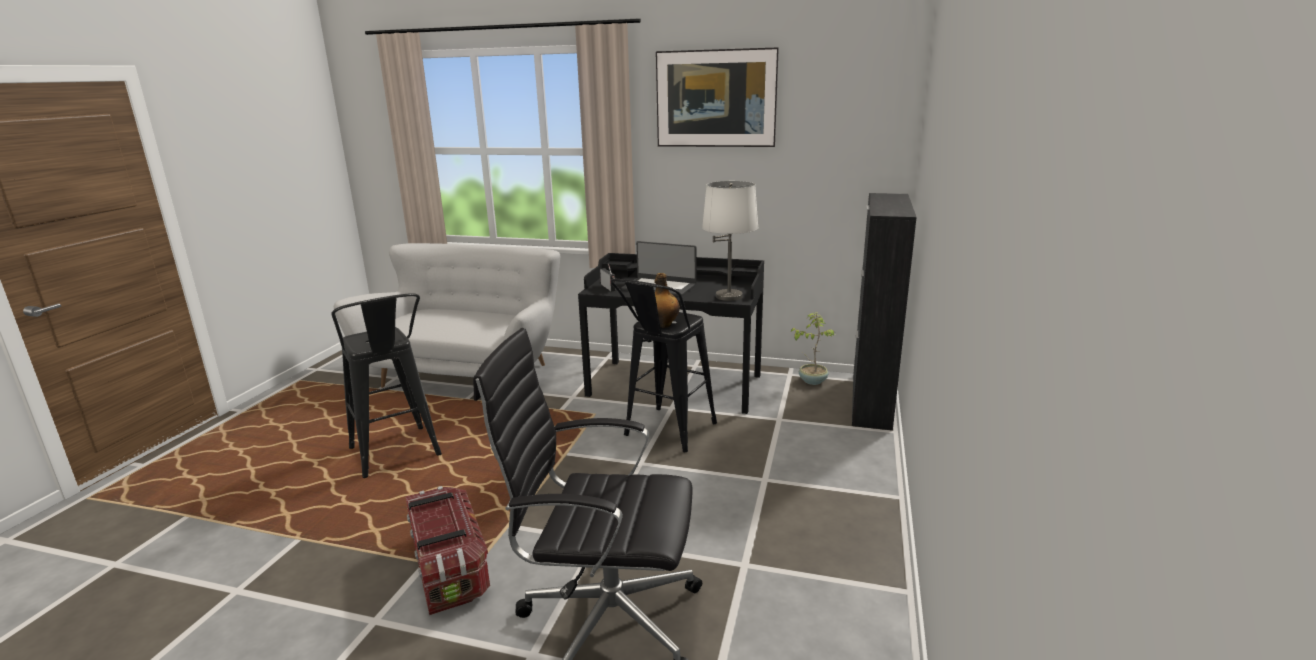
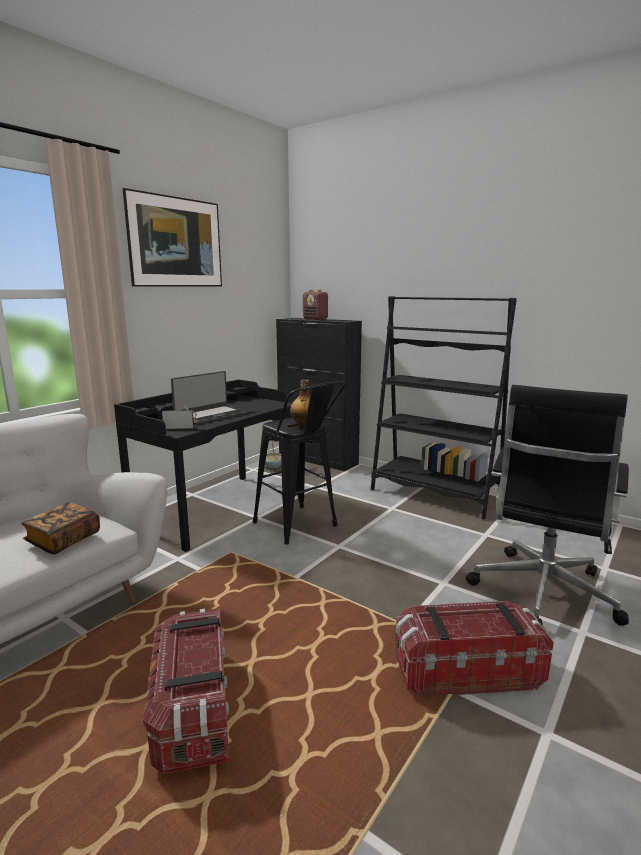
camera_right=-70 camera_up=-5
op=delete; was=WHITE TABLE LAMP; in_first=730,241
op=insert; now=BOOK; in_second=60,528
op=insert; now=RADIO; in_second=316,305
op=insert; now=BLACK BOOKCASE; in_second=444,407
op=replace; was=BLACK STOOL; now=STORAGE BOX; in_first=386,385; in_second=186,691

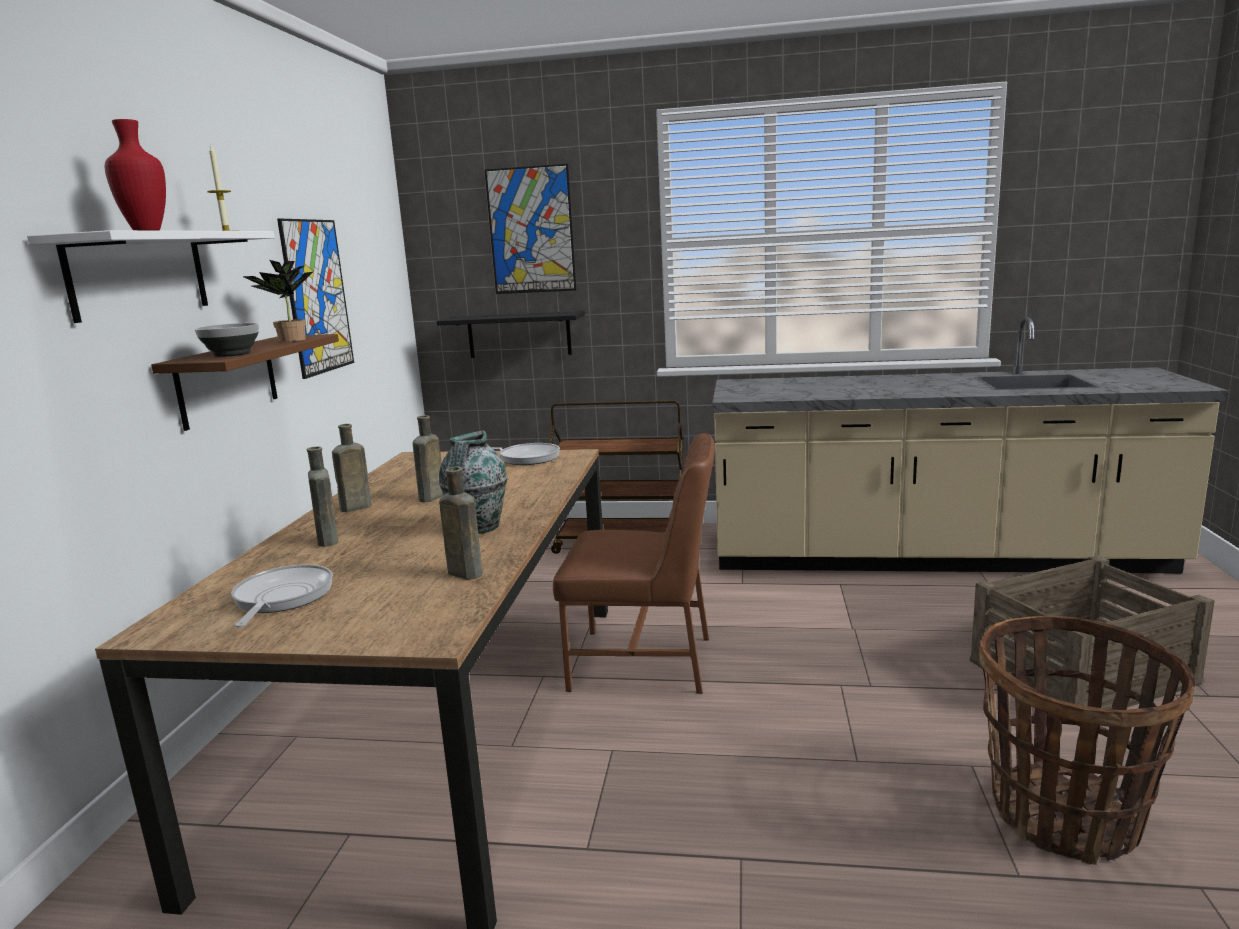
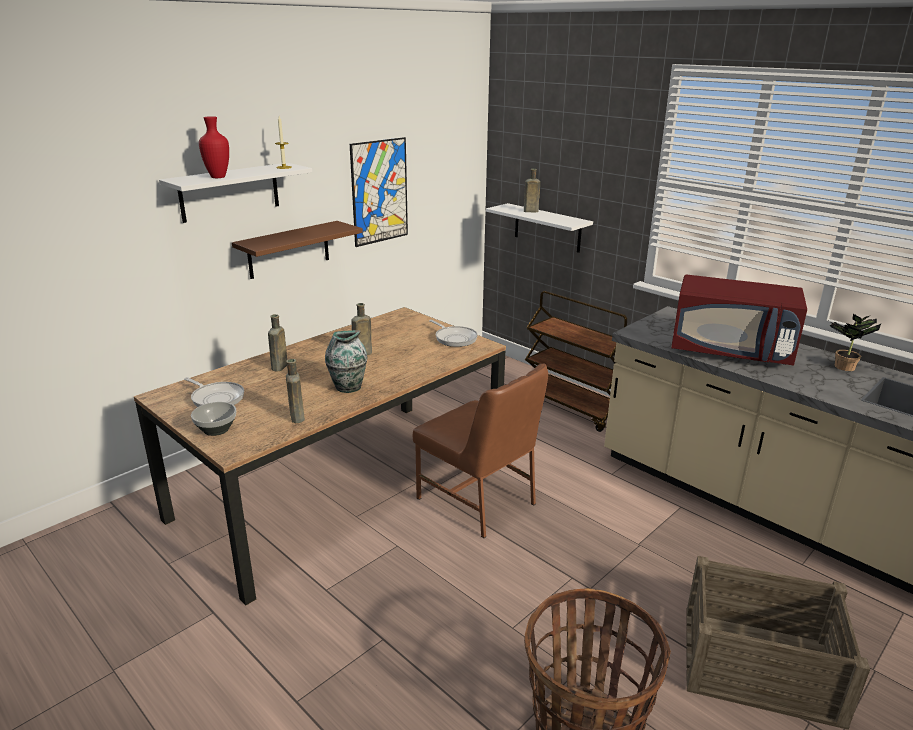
camera_right=35 camera_up=10
op=delete; was=PICTURE; in_first=531,229
op=insert; now=RED MICROWAVE; in_second=739,320
op=move; was=BOWL; in_first=227,340; in_second=213,419
op=move; was=POTTED PLANT; in_first=277,301; in_second=855,342
op=move; was=BROWN BOTTLE; in_first=352,468; in_second=532,190
op=recolor; was=BLACK SHELF; now=WHITE SHELF; in_first=511,334; in_second=539,228
op=rotate; was=FRYING PAN; in_first=282,595; in_second=214,392; clockwise=90

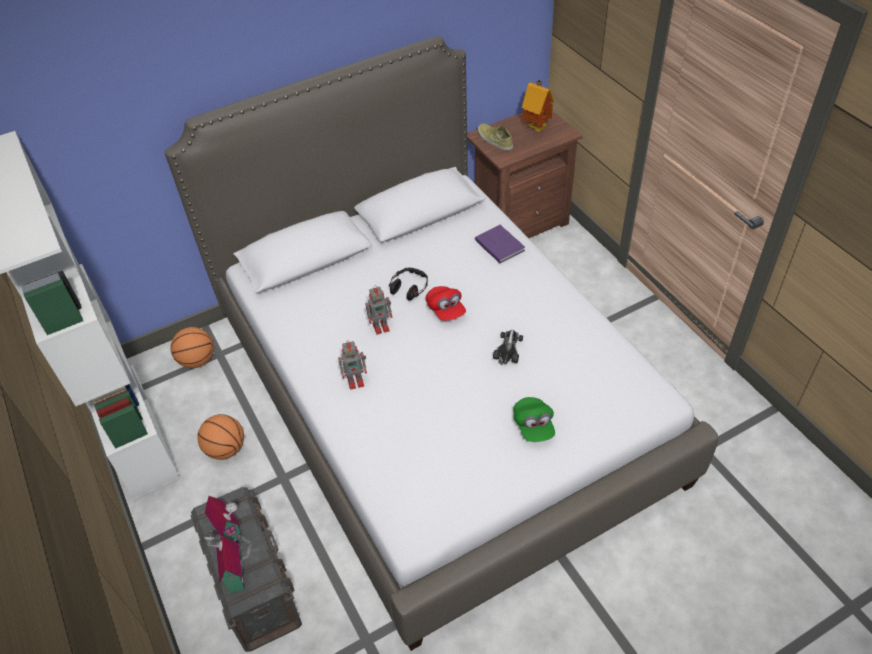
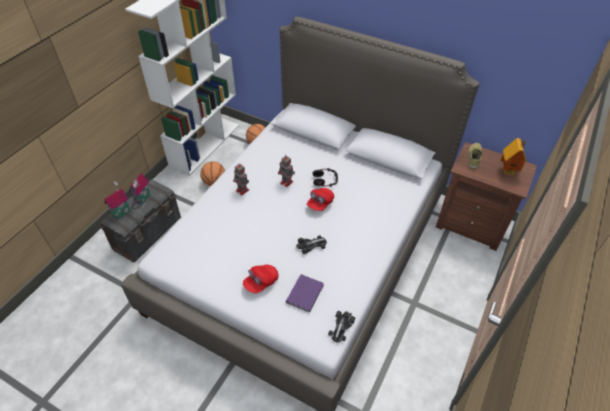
camera_right=55 camera_up=0
op=insert; now=TOY CAR; in_second=341,326
op=move; was=PURPLE BOOK; in_first=500,244; in_second=305,293
op=recolor; was=GREEN CAP; now=RED CAP; in_first=534,419; in_second=261,279

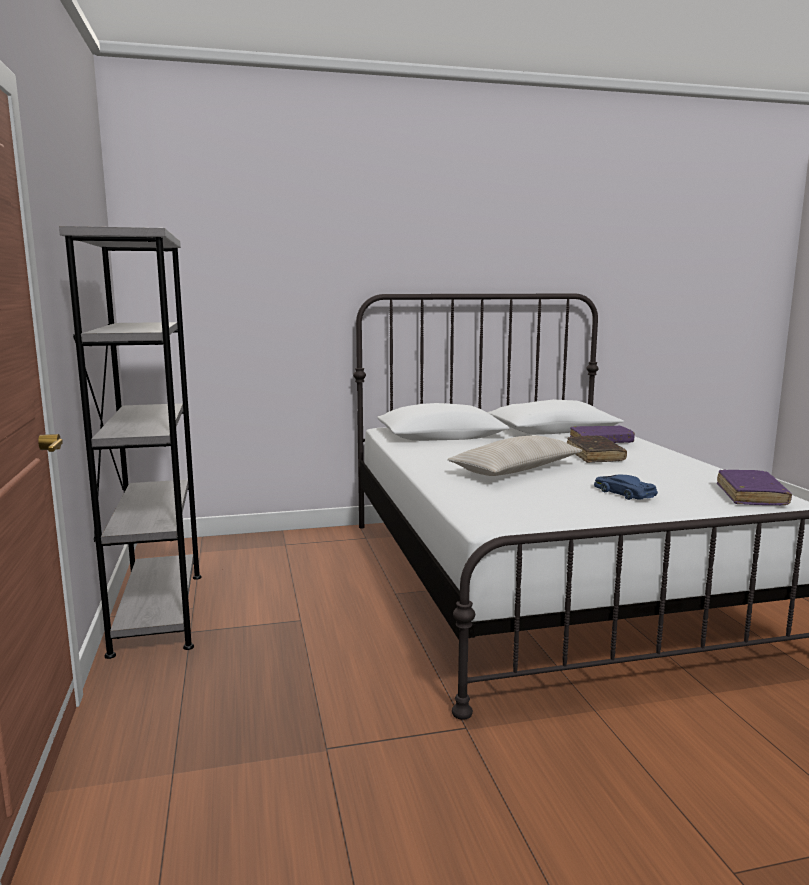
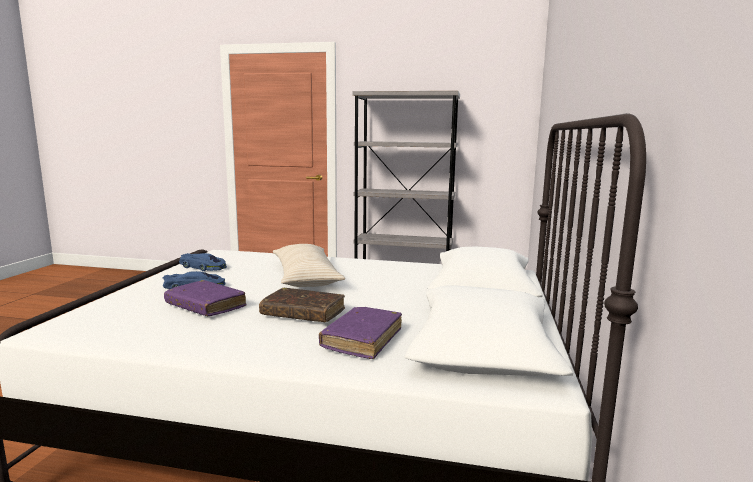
camera_right=115 camera_up=0
op=insert; now=BLUE TOY CAR; in_second=203,262
op=move; was=PURPLE BOOK; in_first=754,487; in_second=205,298

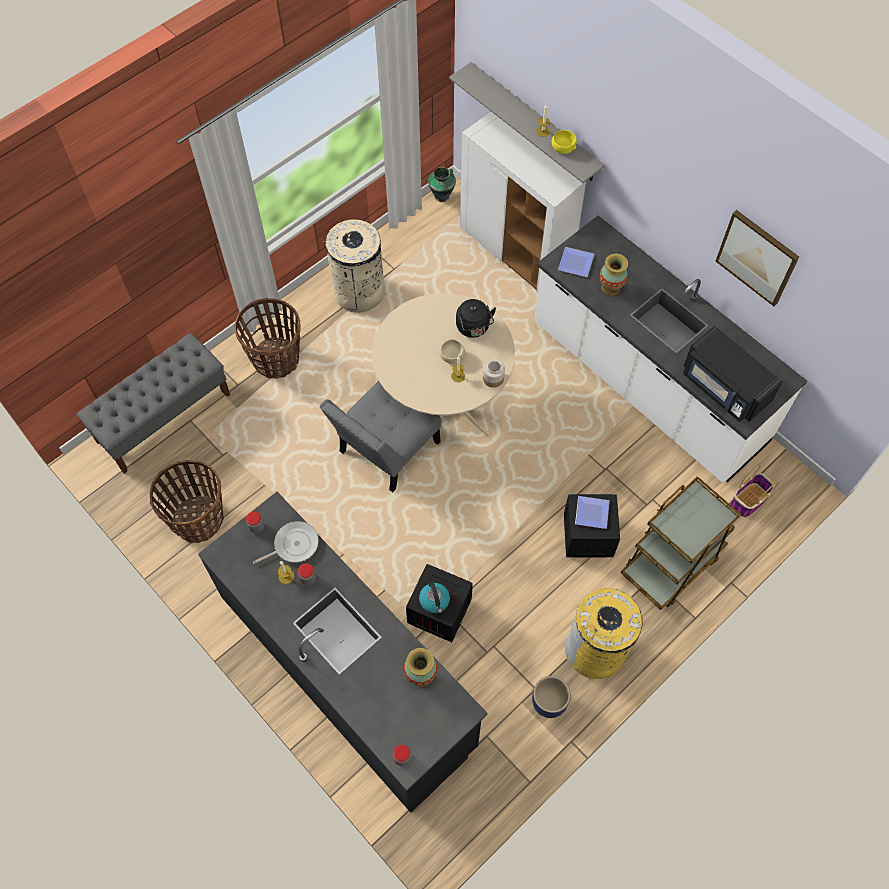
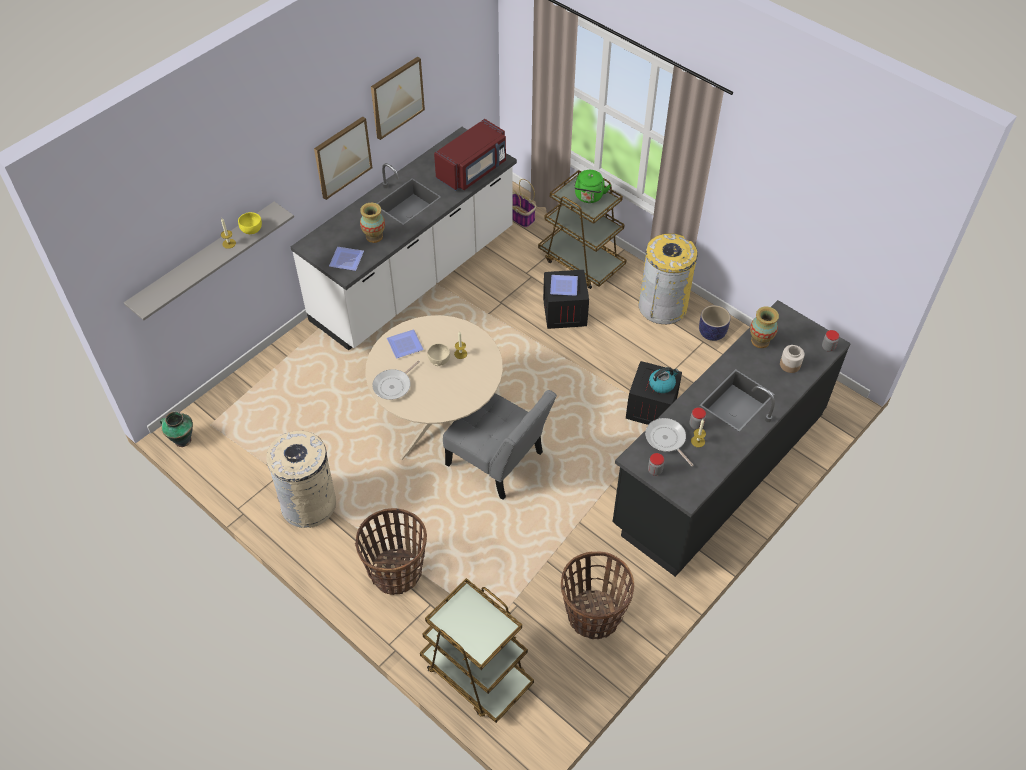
camera_right=-95 camera_up=-10
op=delete; was=WHITE CABINET; in_first=523,202
op=insert; now=PICTURE; in_second=343,158
op=insert; now=FRYING PAN; in_second=396,380
op=insert; now=GREEN KETTLE; in_second=592,186
op=move; was=JAR; in_first=494,373; in_second=792,359
op=replace; was=GREY BENCH; now=BROWN CART; in_first=153,403; in_second=477,650
op=replace; was=BLACK KETTLE; now=PLATE; in_first=476,318; in_second=405,343
op=recolor; was=BLACK MICROWAVE; now=RED MICROWAVE; in_first=732,374; in_second=470,155

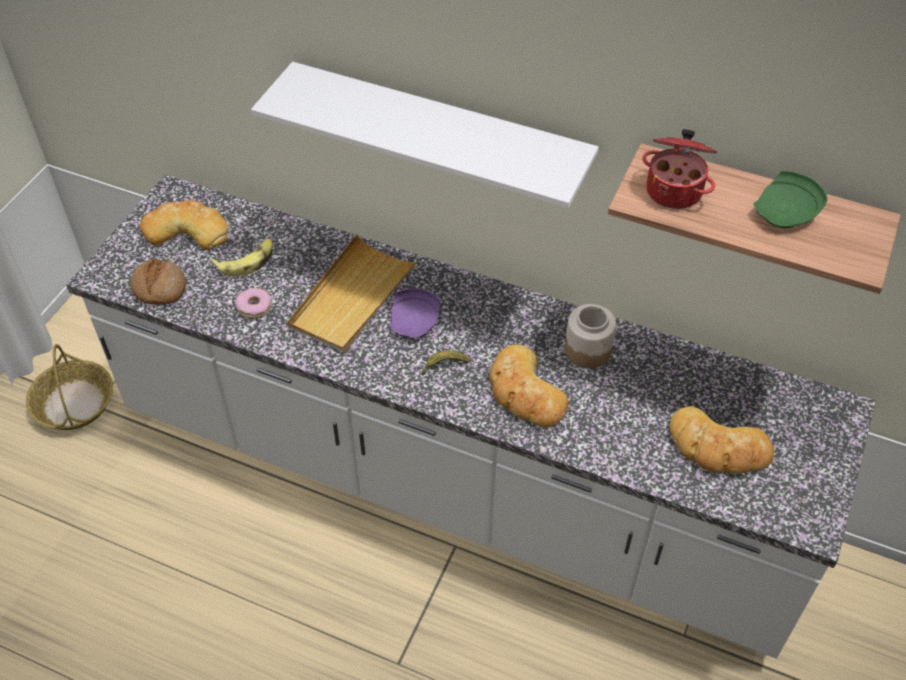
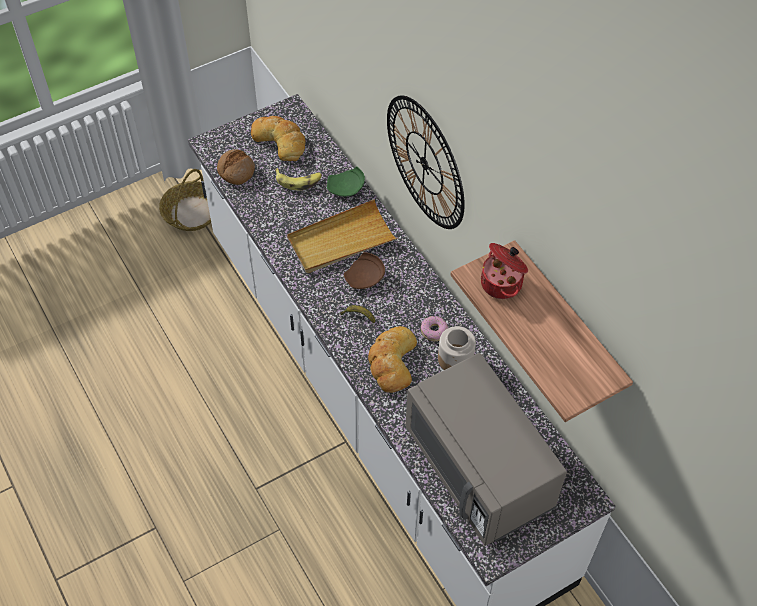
camera_right=35 camera_up=5
op=move; was=DONUT; in_first=253,303; in_second=434,328
op=move; was=GREEN PLATE; in_first=791,199; in_second=346,181
op=replace; was=WHITE SHELF; now=WALL CLOCK; in_first=425,135; in_second=426,162
op=replace; was=BREAD; now=GREY MICROWAVE; in_first=721,440; in_second=486,449
op=recolor; was=PURPLE PLATE; now=BROWN PLATE; in_first=415,313; in_second=364,270

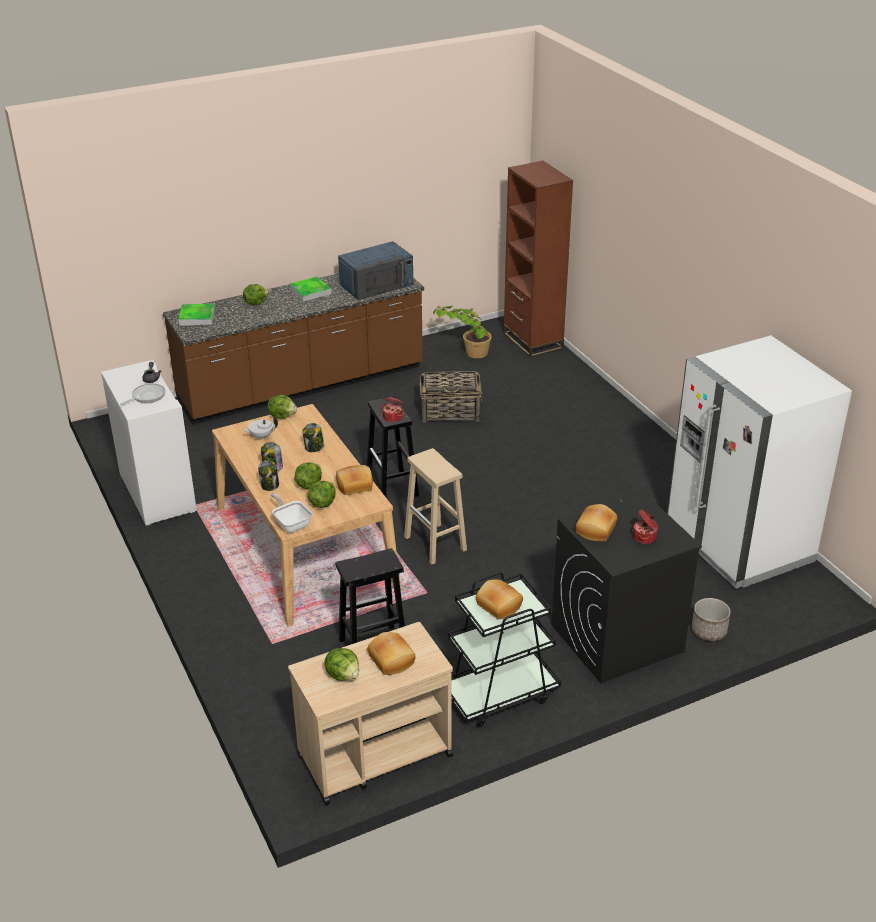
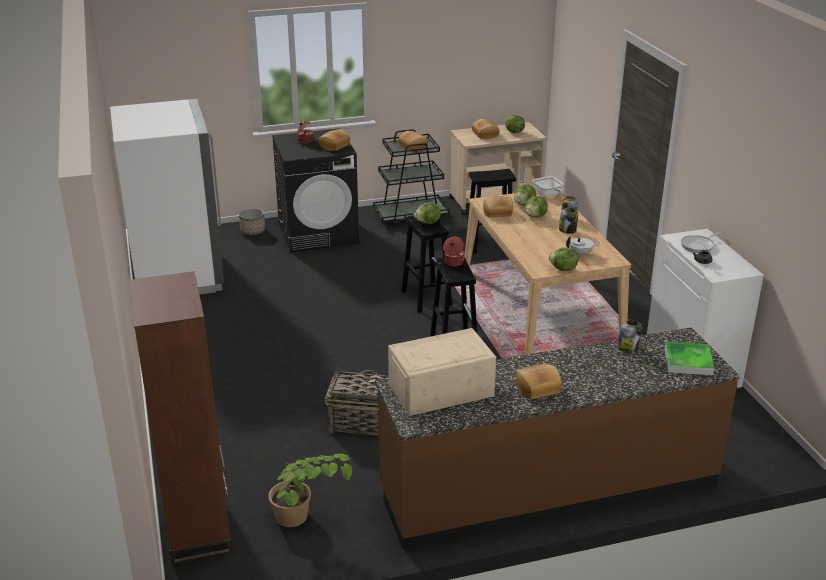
camera_right=-170 camera_up=-5
op=move; was=LETTUCE; in_first=256,294; in_second=427,213
op=move; was=JAR; in_first=313,437; in_second=629,335
op=replace; was=TRAY; now=BREAD; in_first=310,289; in_second=539,381
op=recolor; was=BLUE MICROWAVE; now=BEIGE MICROWAVE; in_first=375,270; in_second=442,372
op=recolor; was=BEIGE STOOL; now=BLACK STOOL; in_first=435,506; in_second=426,264

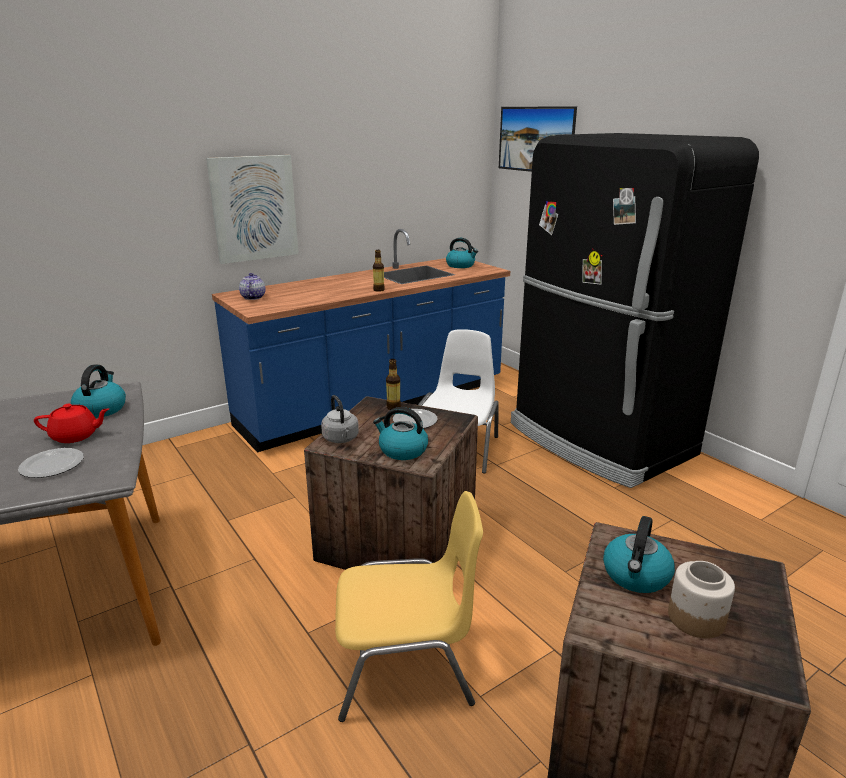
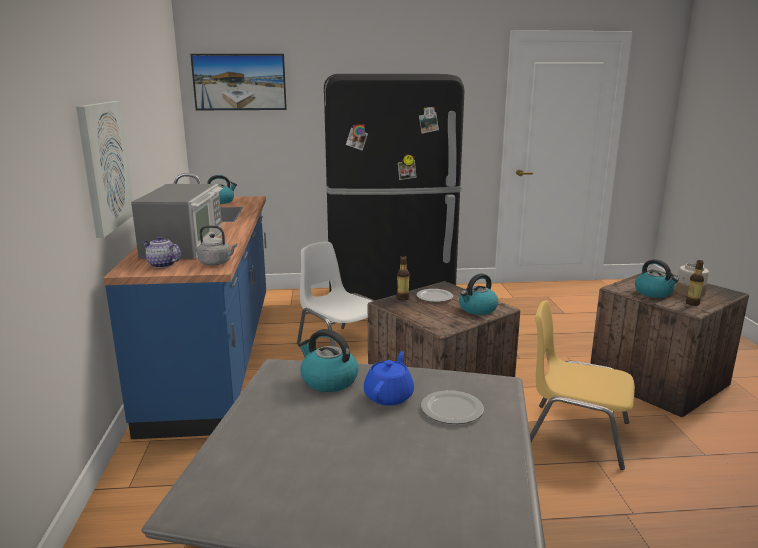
camera_right=-60 camera_up=-5
op=insert; now=MICROWAVE; in_second=177,221
op=move; was=GREY KETTLE; in_first=340,419; in_second=217,245
op=move; was=BOTTLE; in_first=379,271; in_second=695,283
op=recolor; was=RED TEAPOT; now=BLUE TEAPOT; in_first=71,423; in_second=389,378
op=rotate; was=YELLOW CHAIR; in_first=409,606; in_second=582,385; clockwise=-90

